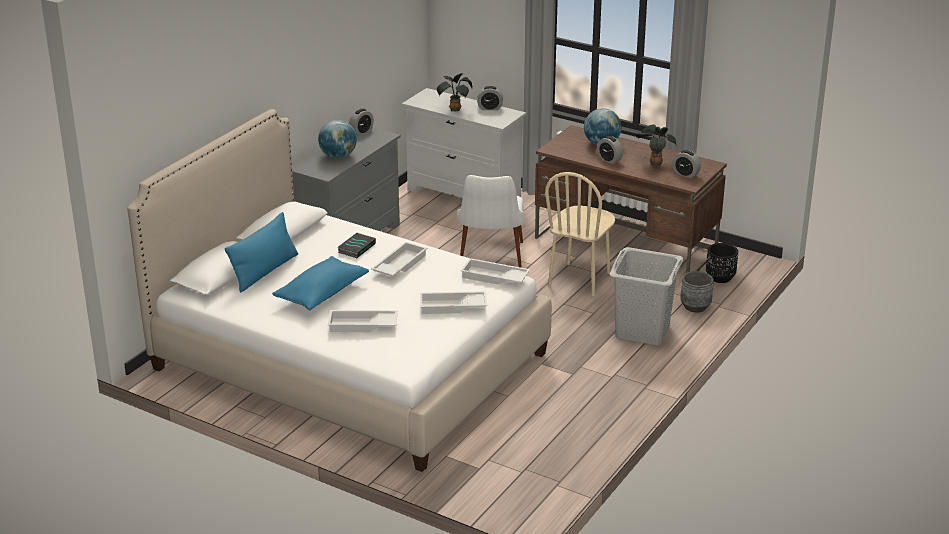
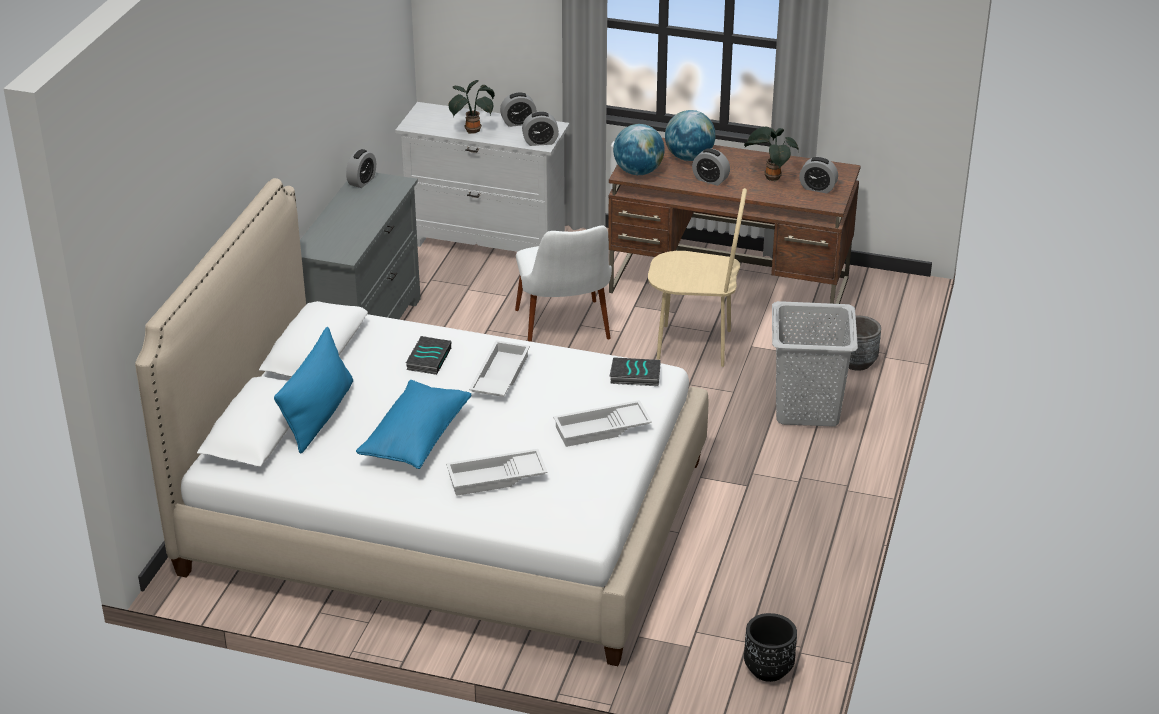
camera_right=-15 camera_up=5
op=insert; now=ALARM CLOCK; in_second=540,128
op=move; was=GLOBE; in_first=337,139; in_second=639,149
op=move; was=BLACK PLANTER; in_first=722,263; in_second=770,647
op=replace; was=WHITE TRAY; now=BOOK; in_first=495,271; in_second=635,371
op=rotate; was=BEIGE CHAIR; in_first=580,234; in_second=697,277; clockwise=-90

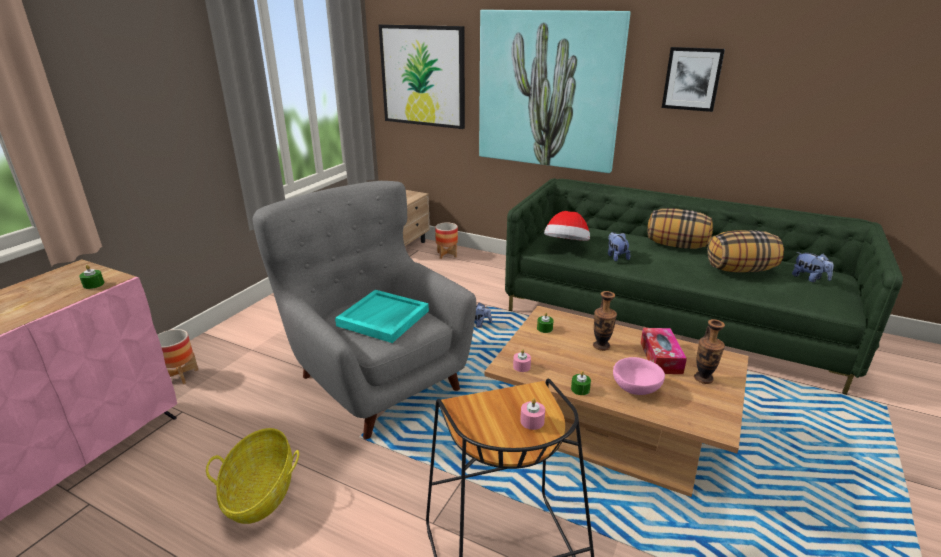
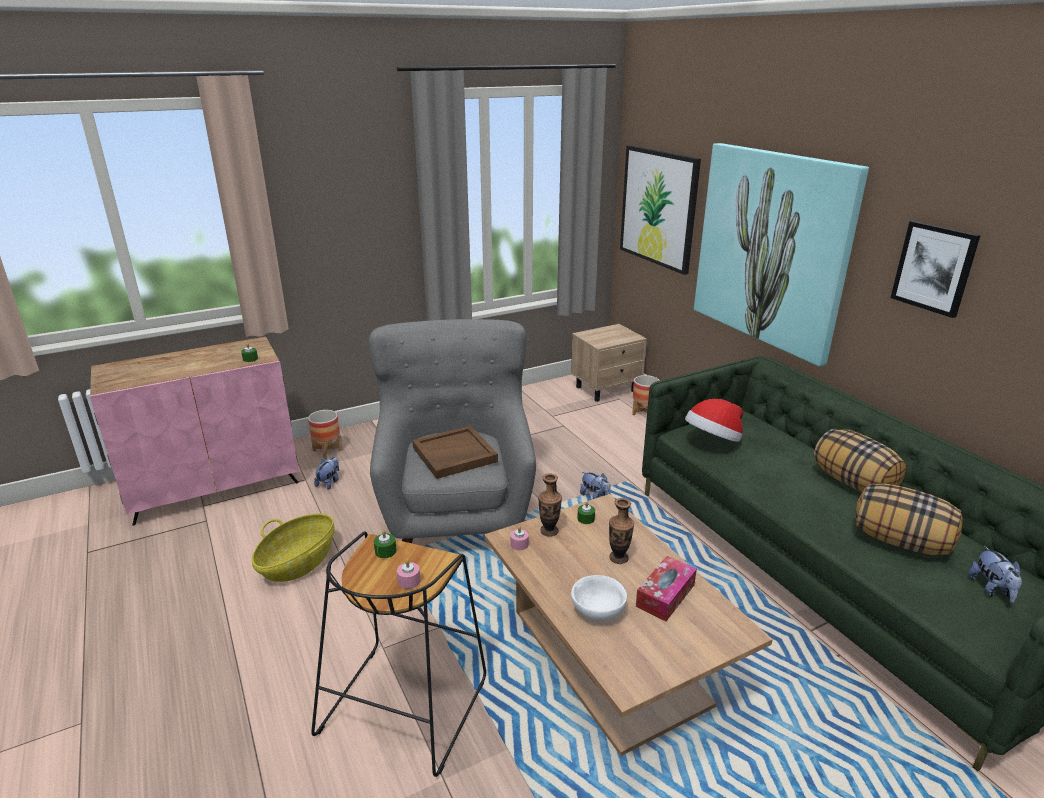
camera_right=35 camera_up=0
op=move; was=GREEN CANDLE; in_first=581,383; in_second=385,544
op=move; was=PLUSH TOY; in_first=619,246; in_second=326,473
op=move; was=VASE; in_first=709,351; in_second=550,505
op=recolor; was=TURQUOISE TRAY; now=BROWN TRAY; in_first=382,316; in_second=455,452
op=recolor; was=PINK BOWL; now=WHITE BOWL; in_first=639,376; in_second=599,598

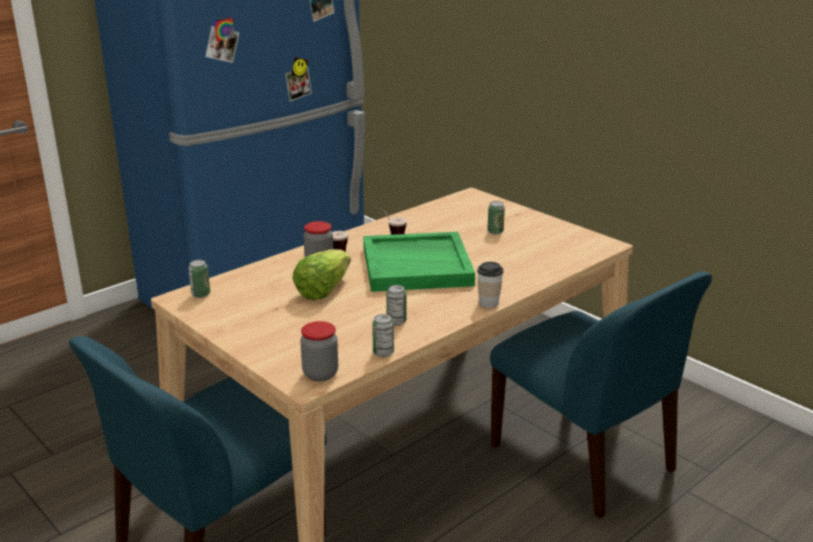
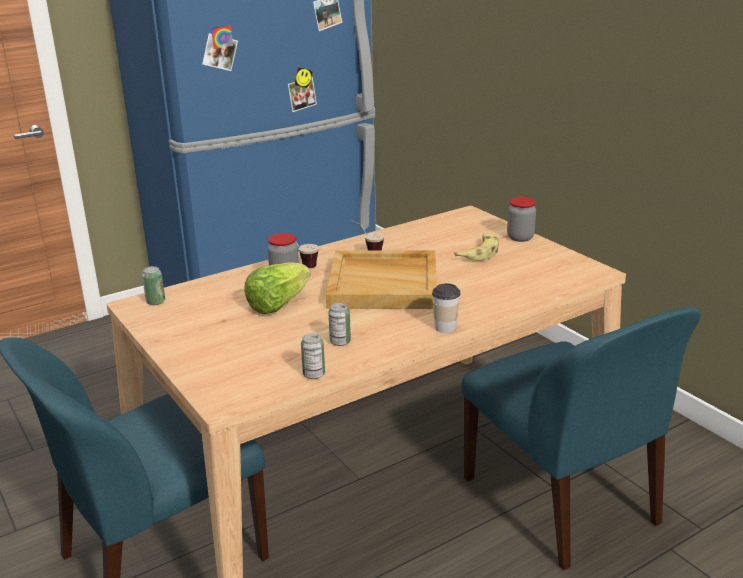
camera_right=10 camera_up=0
op=move; was=JAR; in_first=319,351; in_second=521,219
op=replace; was=CAN; now=BANANA; in_first=496,217; in_second=476,247
op=recolor; was=GREEN TRAY; now=BEIGE TRAY; in_first=419,262; in_second=381,279

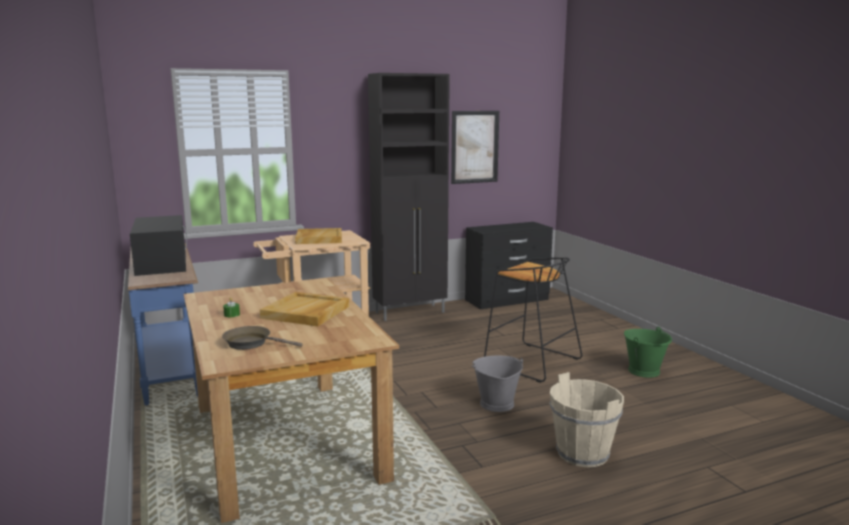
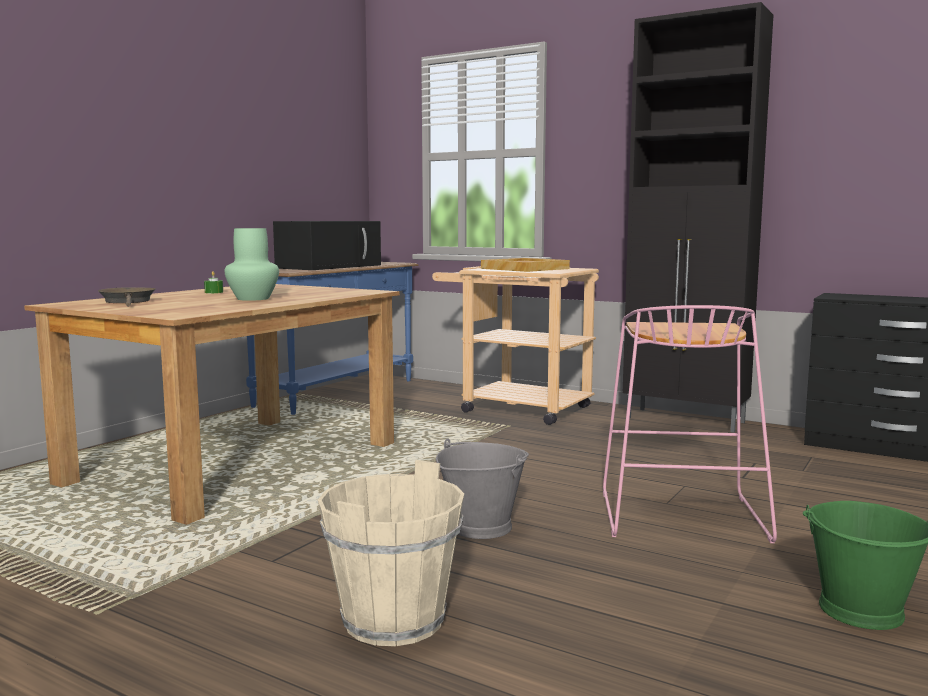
camera_right=55 camera_up=-5
op=delete; was=PICTURE; in_first=475,147
op=replace; was=BEIGE TRAY; now=GREEN VASE; in_first=304,309; in_second=252,264
op=recolor; was=BLACK STOOL; now=PINK STOOL; in_first=533,320; in_second=690,424

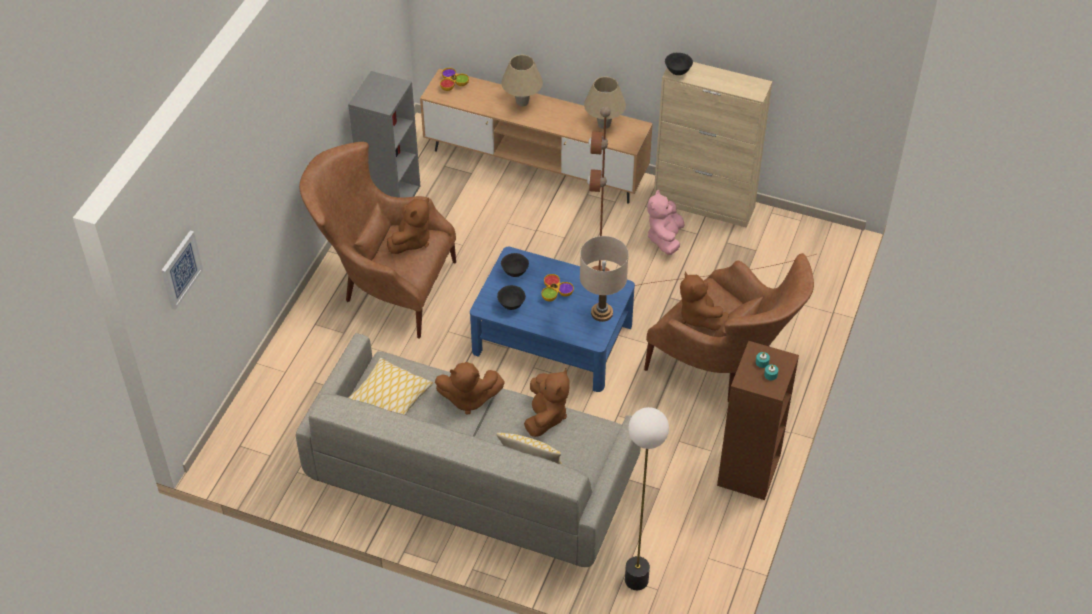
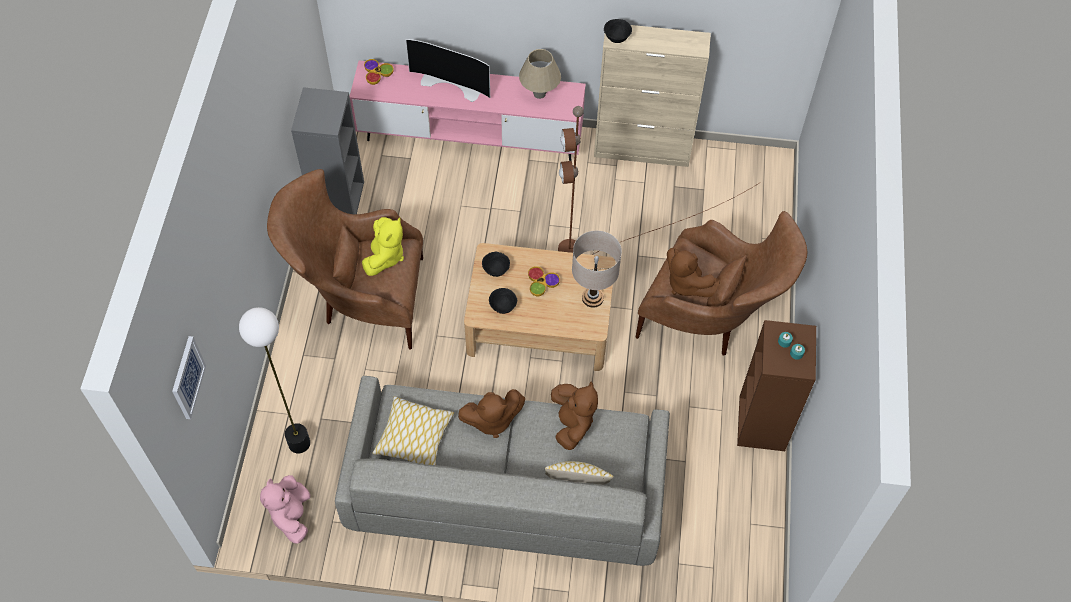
camera_right=-15 camera_up=10
op=move; was=FLOOR LAMP; in_first=647,498; in_second=274,380
op=move; was=PINK PLUSH TOY; in_first=666,222; in_second=285,509
op=replace; was=BEIGE TABLE LAMP; now=TELEVISION; in_first=522,81; in_second=448,70
op=recolor; was=BROWN PLUSH TOY; now=YELLOW PLUSH TOY; in_first=408,226; in_second=383,246
op=recolor; was=BROWN TV STAND; now=PINK TV STAND; in_first=536,136; in_second=467,111
op=recolor; was=BLUE COFFEE TABLE; now=BEIGE COFFEE TABLE; in_first=552,319; in_second=539,307

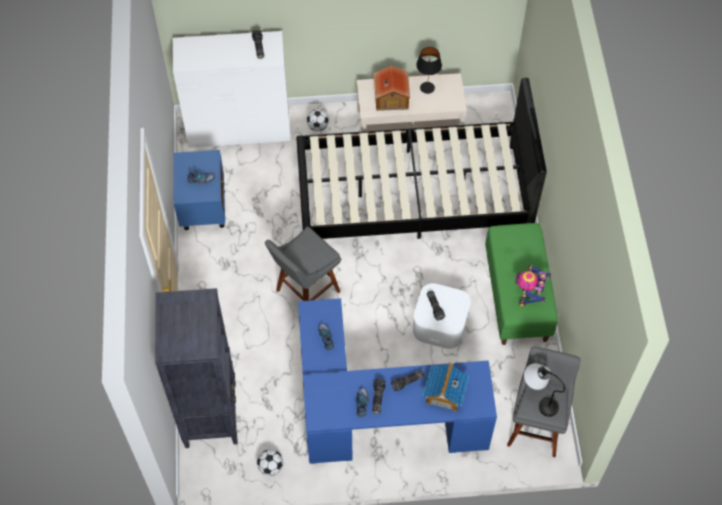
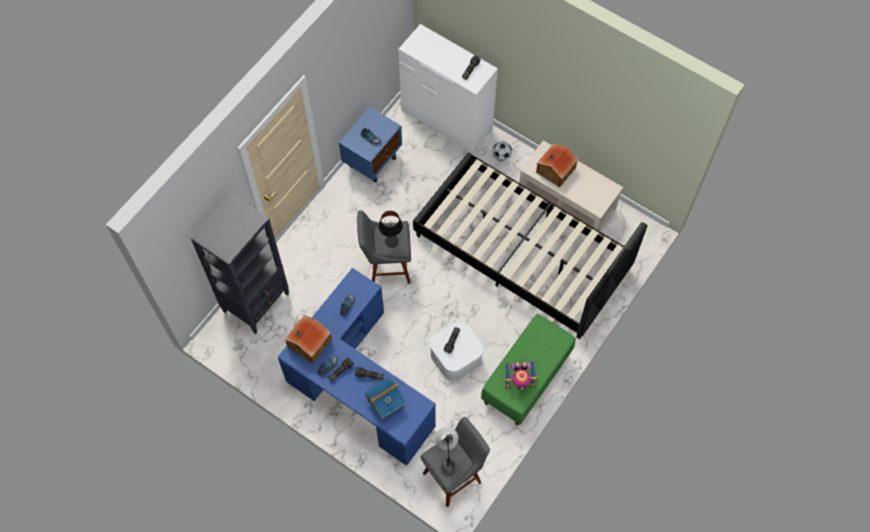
camera_right=40 camera_up=5
op=delete; was=FOOTBALL; in_first=270,462
op=insert; now=TOY HOUSE; in_second=308,339
op=move; was=BLACK TABLE LAMP; in_first=429,70; in_second=391,229
op=rotate; was=TOY ROBOT; in_first=533,285; in_second=521,375; clockwise=-150

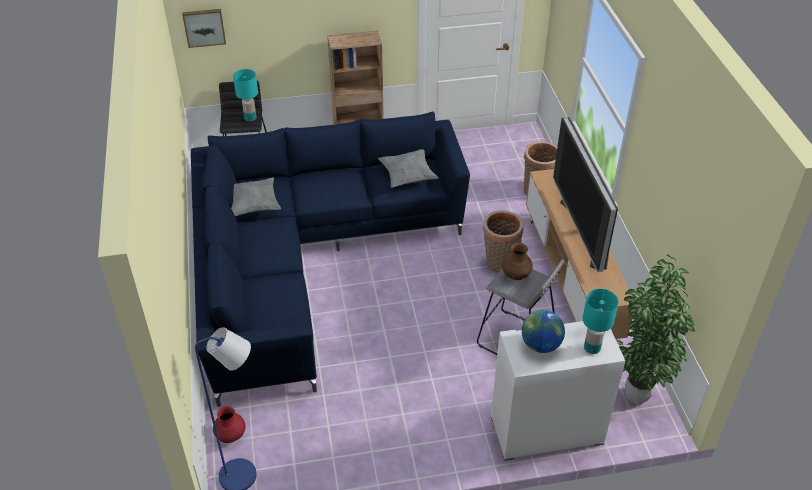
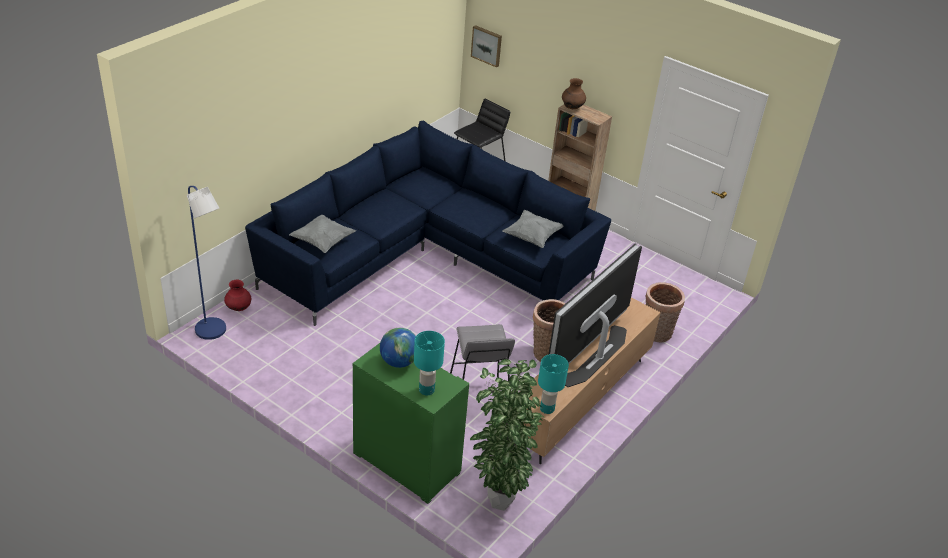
camera_right=45 camera_up=-5
op=move; was=GREY PILLOW; in_first=256,196; in_second=322,234
op=move; was=TURQUOISE TABLE LAMP; in_first=245,95; in_second=553,384
op=move; was=BROWN VASE; in_first=517,261; in_second=574,93
op=recolor; was=WHITE CABINET; now=GREEN CABINET; in_first=558,391; in_second=411,423

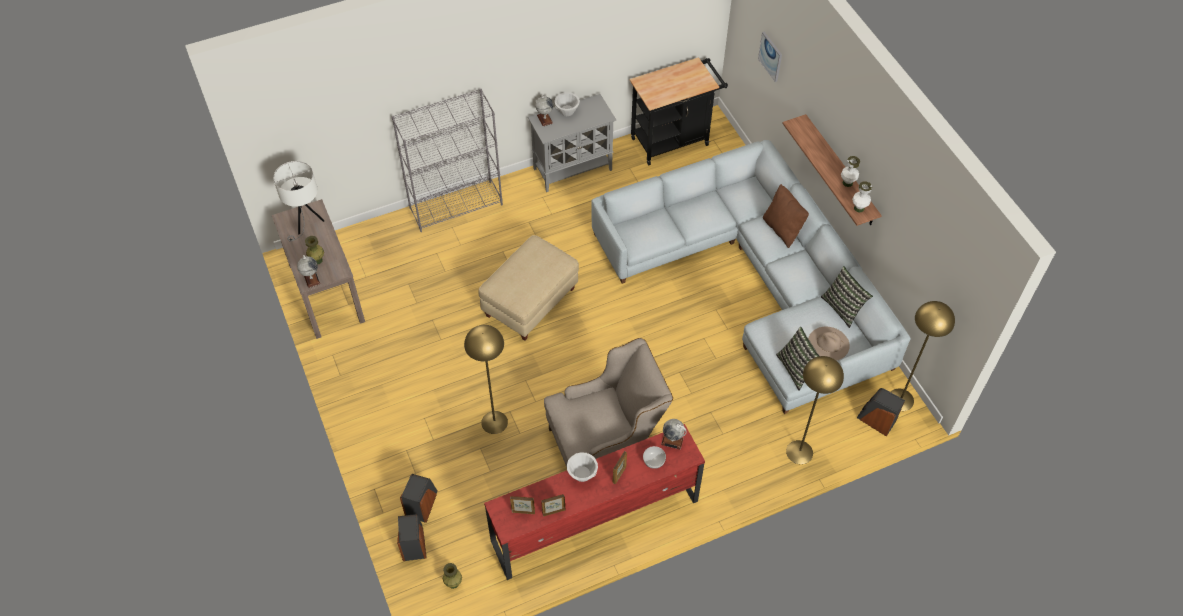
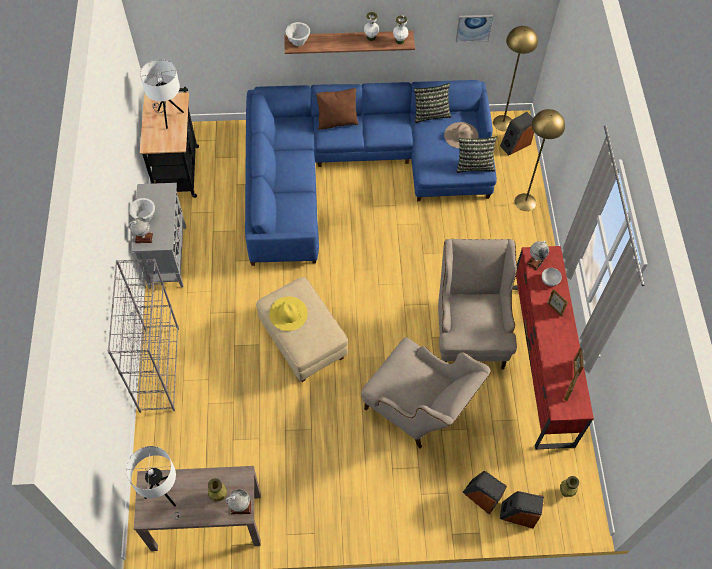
camera_right=-70 camera_up=5
op=insert; now=WHITE TABLE LAMP; in_second=162,94
op=insert; now=YELLOW HAT; in_second=288,313
op=move; was=WHITE BOWL; in_first=582,467; in_second=298,34
op=move; was=PICTURE; in_first=770,57; in_second=474,28
op=replace; was=YELLOW FLOOR LAMP; now=BEIGE ARMCHAIR; in_first=486,379; in_second=426,393
op=recolor; was=GREY SOFA; now=BLUE SOFA; in_first=751,277; in_second=371,173

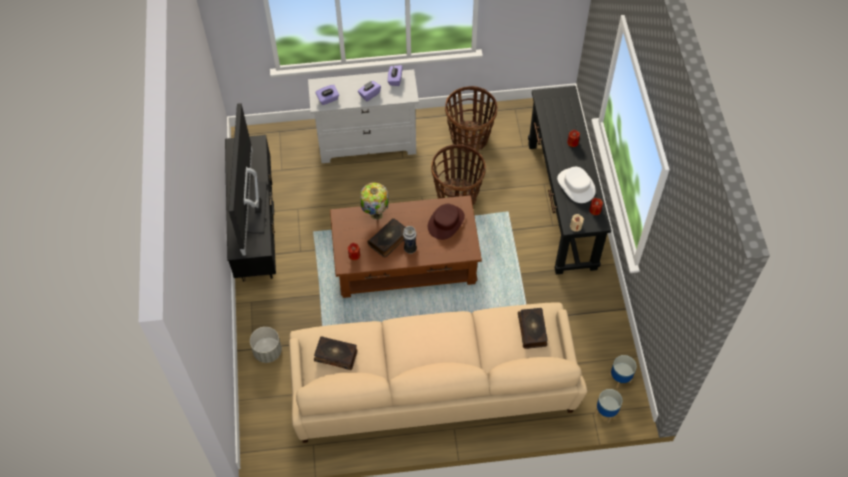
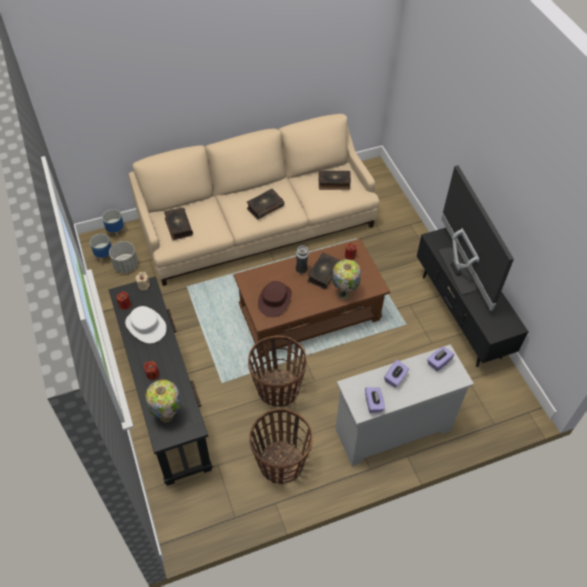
camera_right=165 camera_up=-5
op=insert; now=TABLE LAMP; in_second=163,401
op=insert; now=BOOK; in_second=265,204
op=move; was=GREY PLANTER; in_first=266,345; in_second=123,257

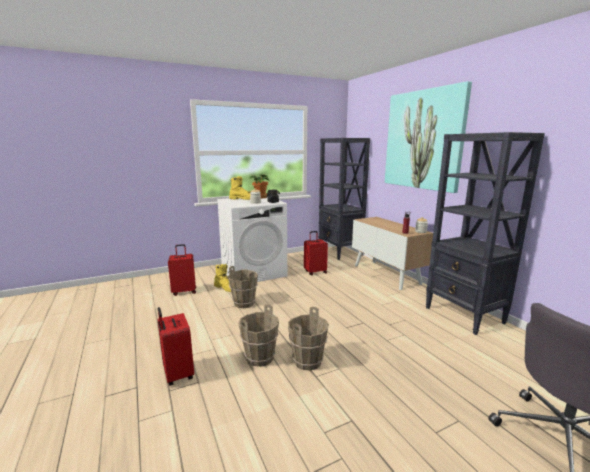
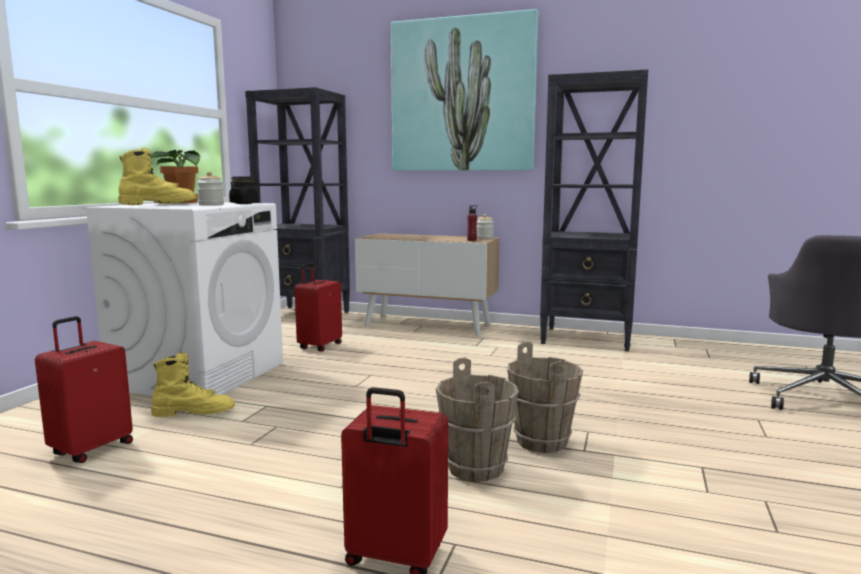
camera_right=-45 camera_up=-5
op=delete; was=BROWN BUCKET; in_first=243,287

